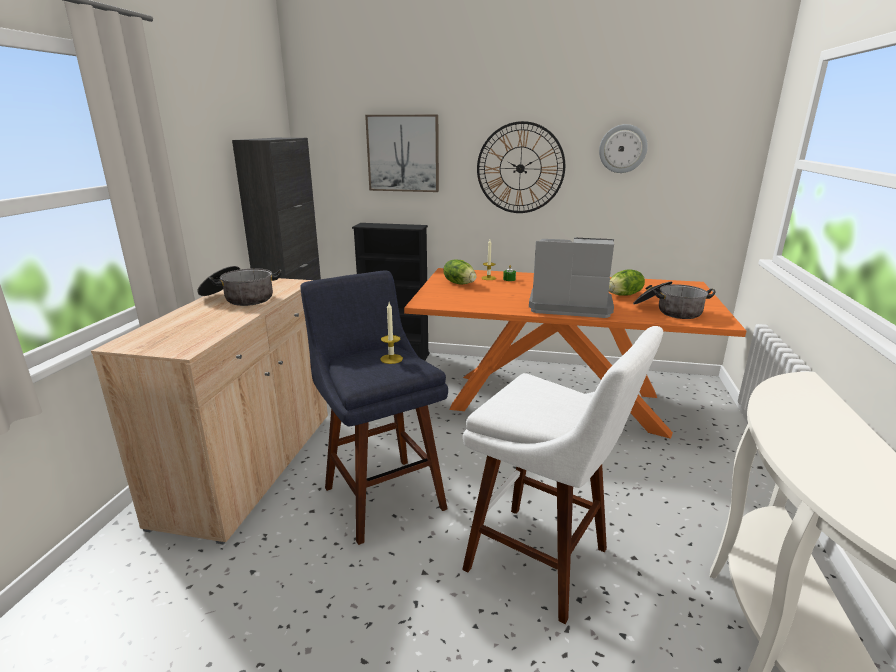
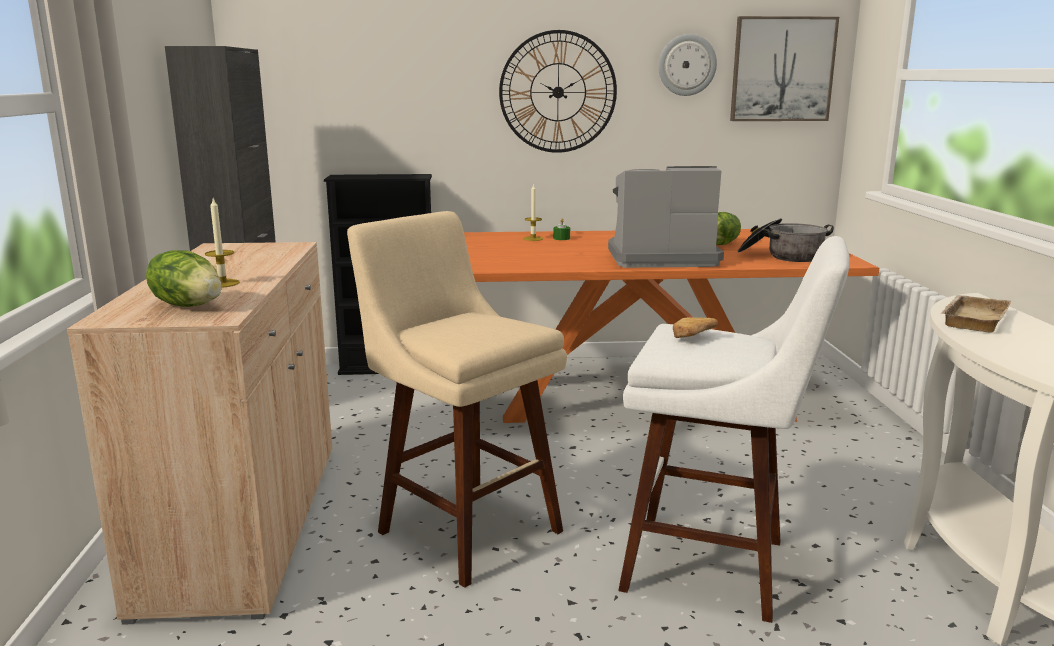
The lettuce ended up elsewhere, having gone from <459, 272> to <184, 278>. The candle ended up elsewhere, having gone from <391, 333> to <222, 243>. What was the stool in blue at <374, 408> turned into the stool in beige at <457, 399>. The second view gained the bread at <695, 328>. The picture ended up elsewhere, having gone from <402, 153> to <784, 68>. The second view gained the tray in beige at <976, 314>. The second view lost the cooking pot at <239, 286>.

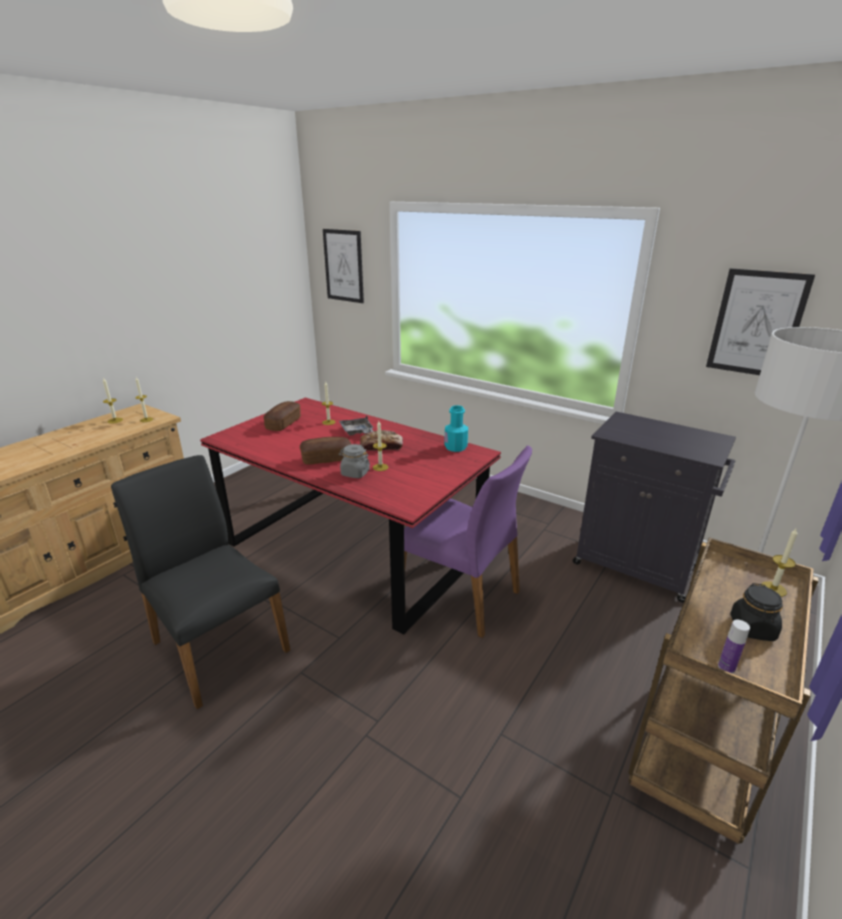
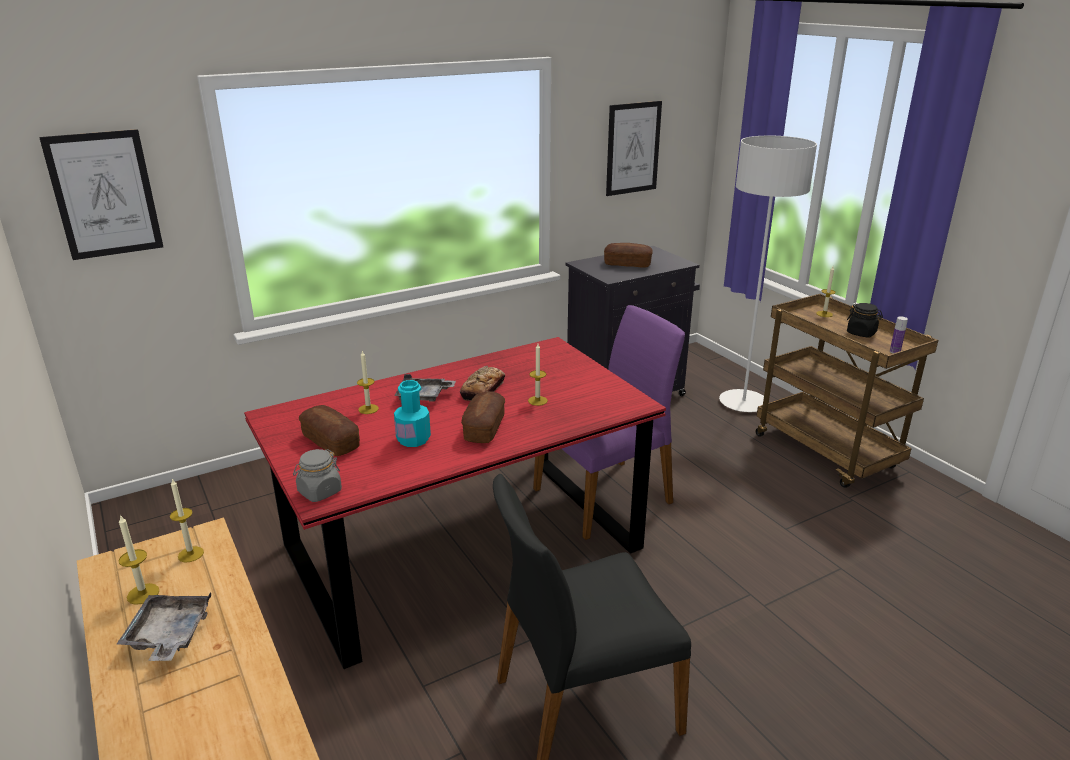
The second view gained the tray in grey at <163, 627>. The jar in grey ended up elsewhere, having gone from <354, 461> to <317, 475>. The bottle in turquoise ended up elsewhere, having gone from <456, 428> to <412, 413>. The second view gained the bread at <628, 255>.

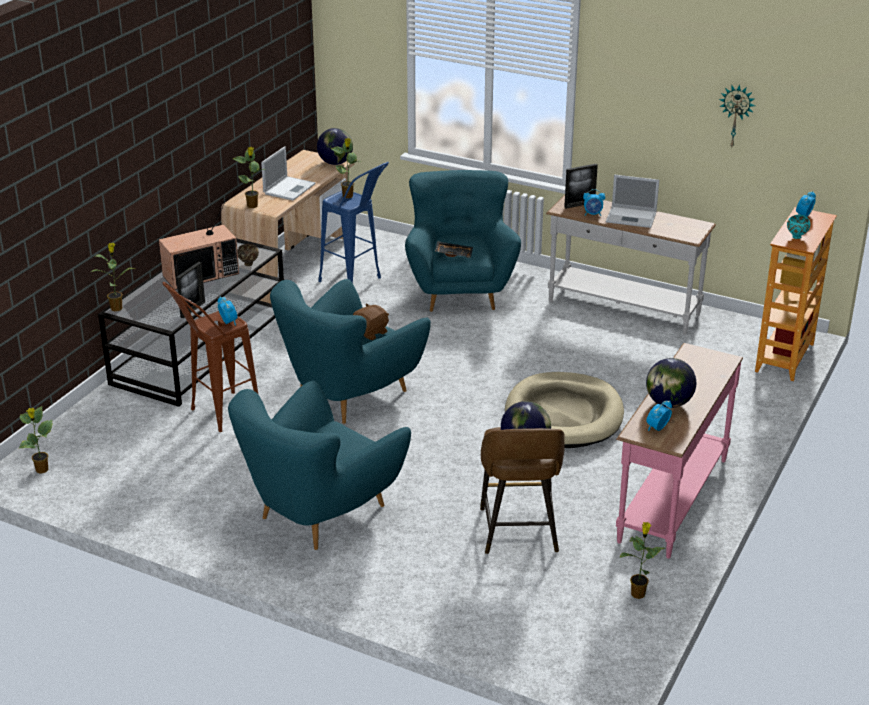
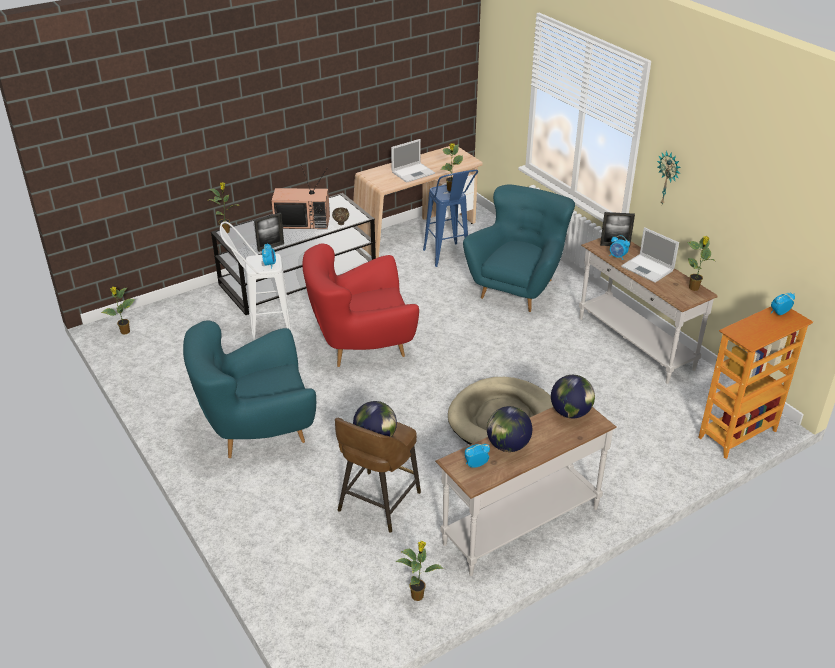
What was the stool in brown at <210, 357> turned into the stool in white at <255, 281>. What was the armchair in turquoise at <350, 351> turned into the armchair in red at <360, 305>. What was the console table in pink at <679, 451> turned into the console table in white at <526, 491>. The globe ended up elsewhere, having gone from <335, 146> to <573, 396>. The wall clock ended up elsewhere, having gone from <737, 115> to <669, 177>. The potted plant ended up elsewhere, having gone from <249, 177> to <701, 263>. The second view lost the plush toy in brown at <371, 321>. The second view lost the tray in black at <454, 249>. The second view lost the bowl in turquoise at <799, 227>.

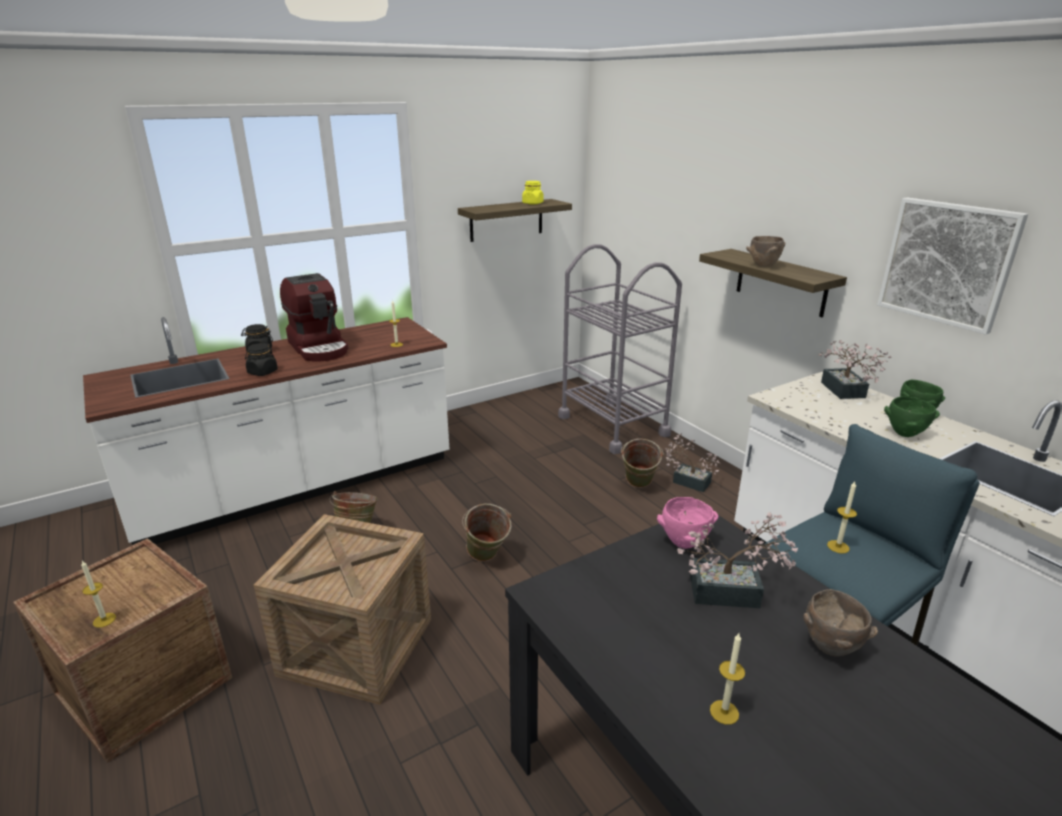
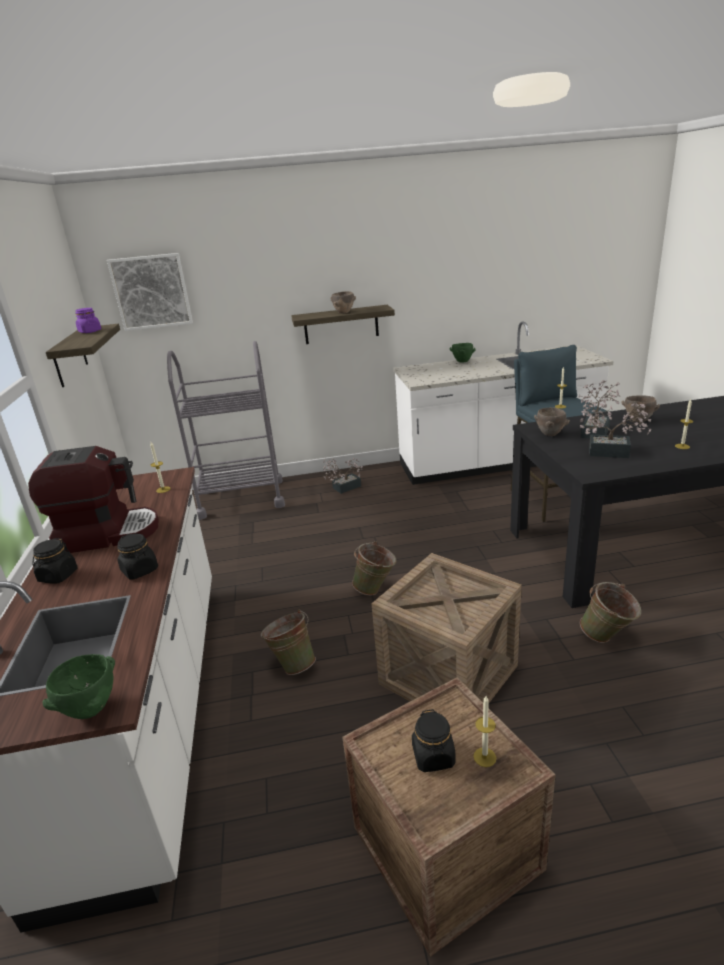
The bowl in green ended up elsewhere, having gone from <912, 416> to <78, 686>. What was the jar in yellow at <533, 192> turned into the jar in purple at <88, 320>. The picture ended up elsewhere, having gone from <952, 266> to <150, 292>. The second view gained the jar in black at <434, 740>. What was the bowl in pink at <687, 523> turned into the bowl in brown at <552, 421>. The potted plant ended up elsewhere, having gone from <855, 369> to <615, 430>. The bucket in green ended up elsewhere, having gone from <642, 463> to <610, 612>.

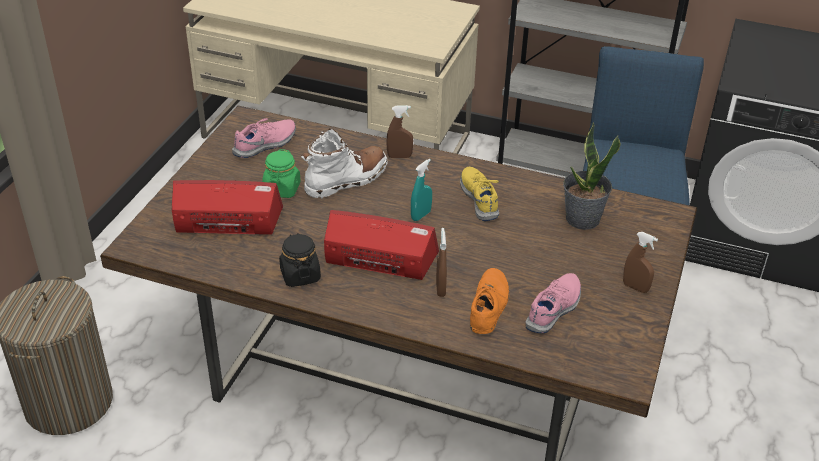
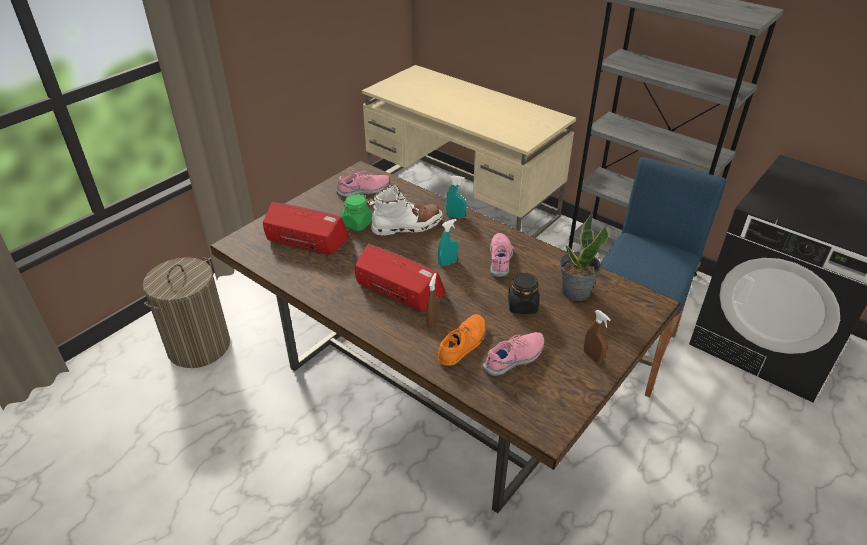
What was the spray bottle in brown at <399, 131> turned into the spray bottle in turquoise at <456, 196>. What was the shoe in yellow at <479, 194> turned into the shoe in pink at <502, 255>. The jar in black ended up elsewhere, having gone from <300, 260> to <523, 293>.

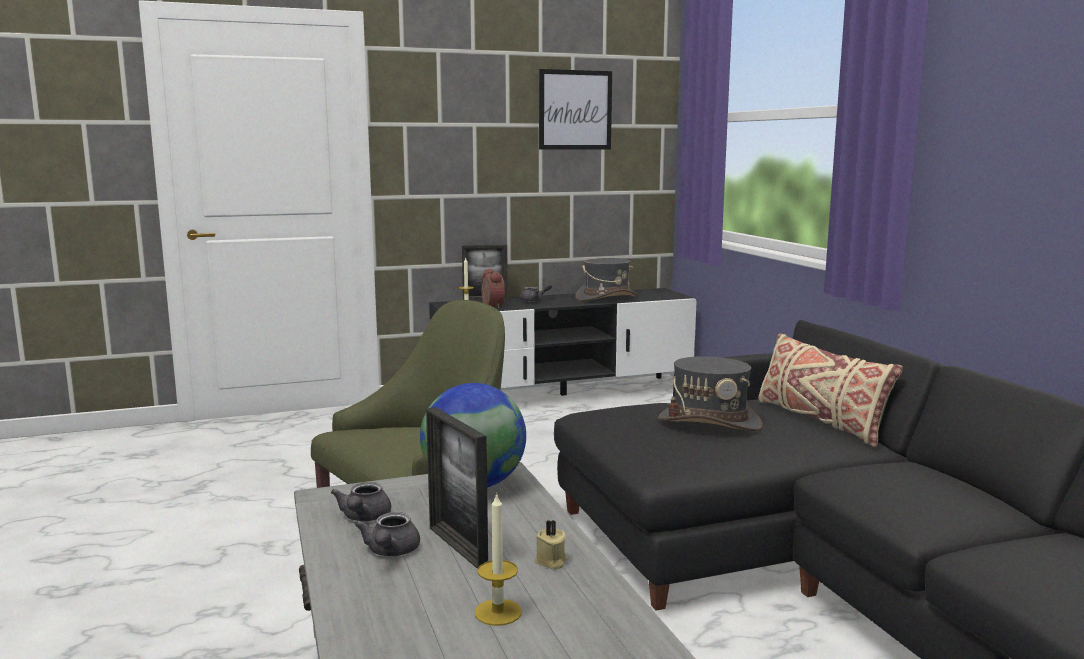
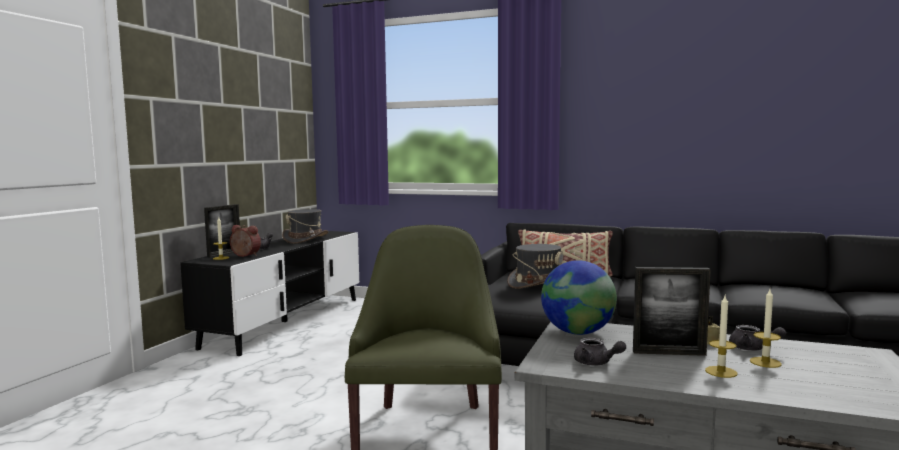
The second view gained the candle at <721, 337>. The teapot in grey ended up elsewhere, having gone from <387, 534> to <757, 338>. The second view lost the picture at <575, 109>.

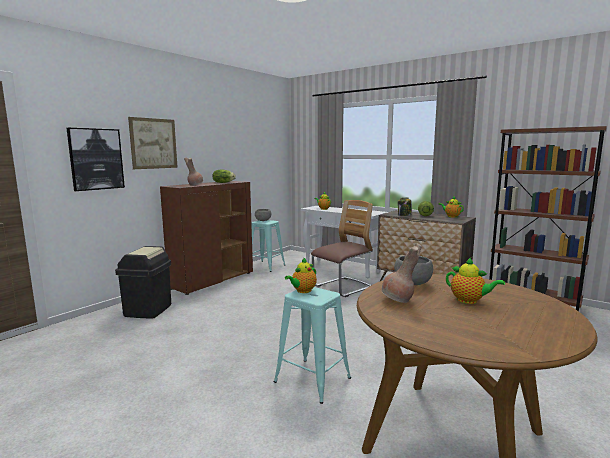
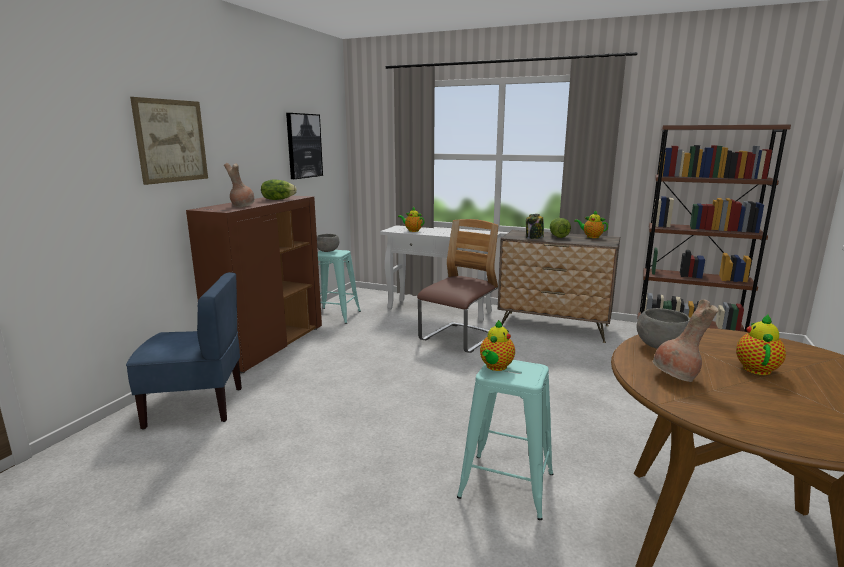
Where the trash can in black stood at <143, 282>, the chair in blue came to stand at <184, 350>. The picture ended up elsewhere, having gone from <96, 159> to <304, 146>. The teapot at <475, 280> ended up facing another way, 90 degrees counterclockwise from before.

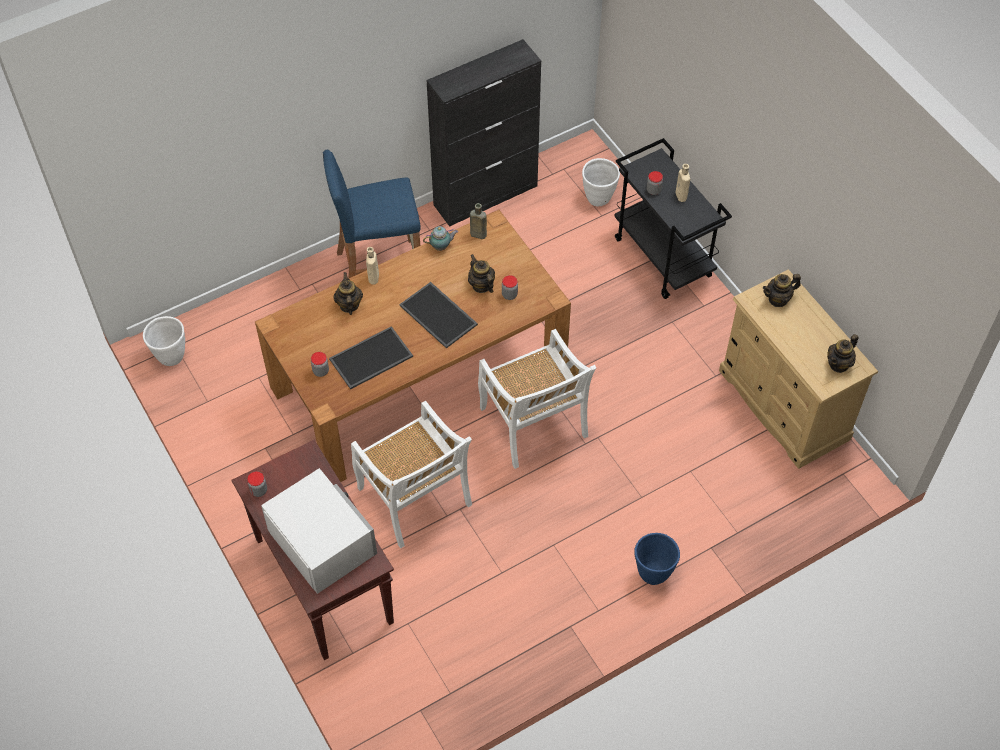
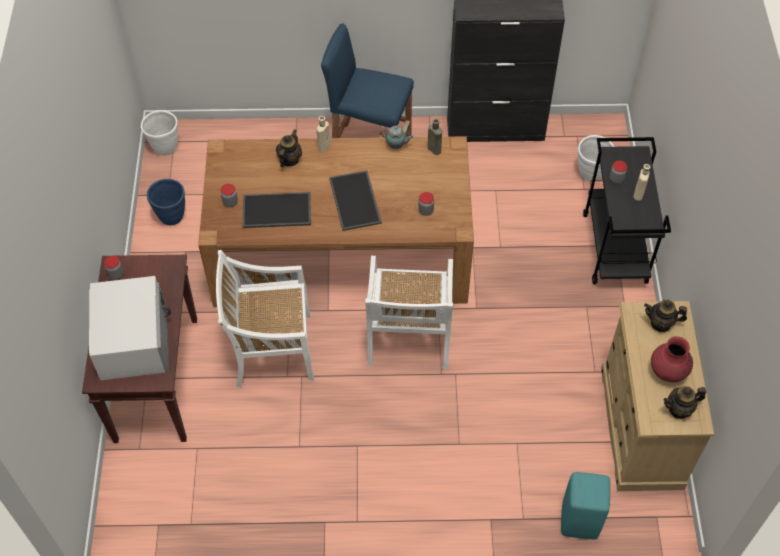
The planter in blue ended up elsewhere, having gone from <657, 559> to <166, 202>. The chair in white at <411, 474> ended up facing another way, 90 degrees clockwise from before. The second view gained the stool in turquoise at <585, 505>. The second view gained the vase in red at <672, 359>. The second view lost the teapot at <481, 273>.

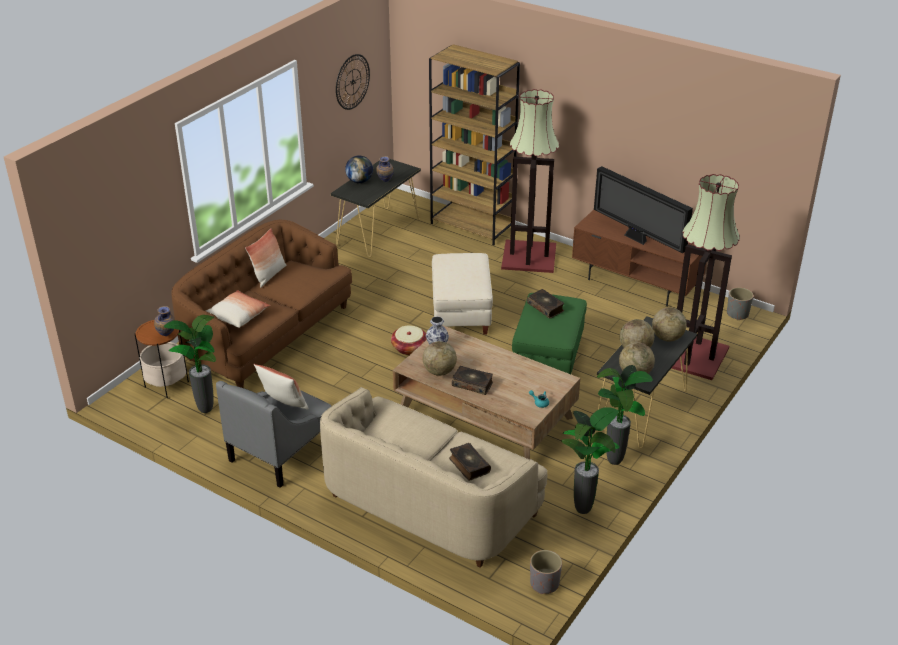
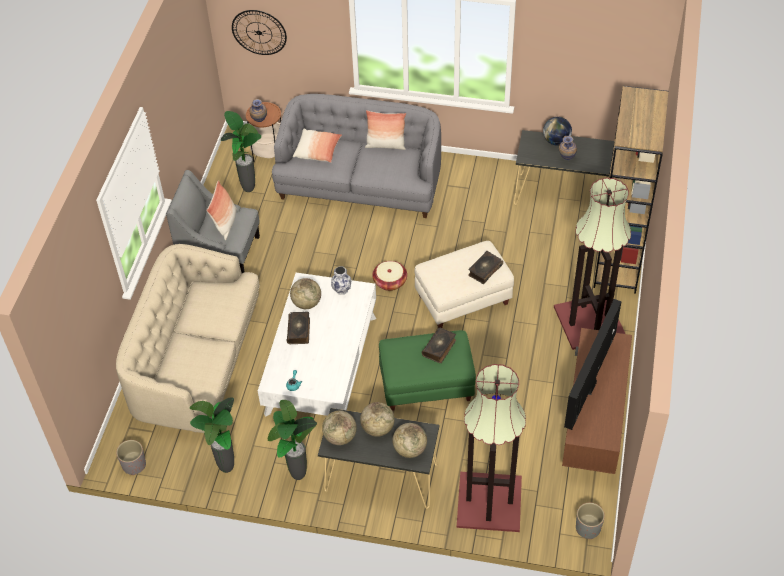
The wall clock ended up elsewhere, having gone from <353, 82> to <259, 32>. What was the coffee table in brown at <486, 392> turned into the coffee table in white at <317, 345>. What was the sofa in brown at <261, 304> turned into the sofa in grey at <356, 156>. The book ended up elsewhere, having gone from <470, 462> to <485, 267>.

